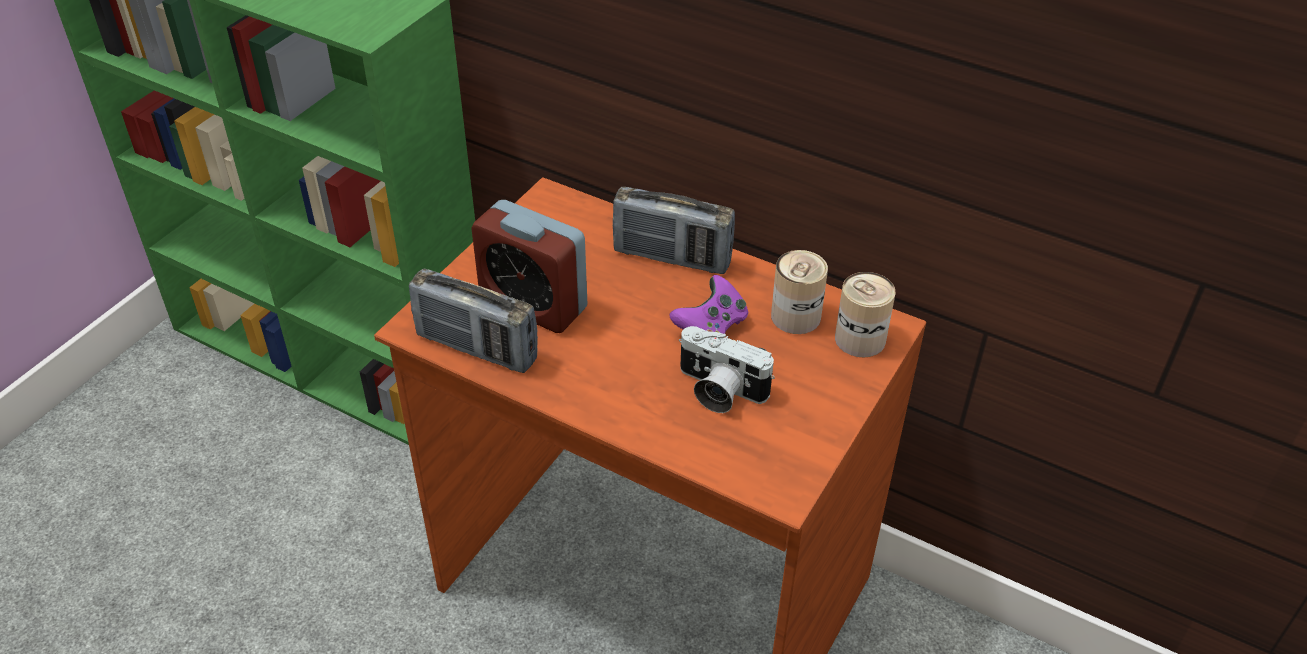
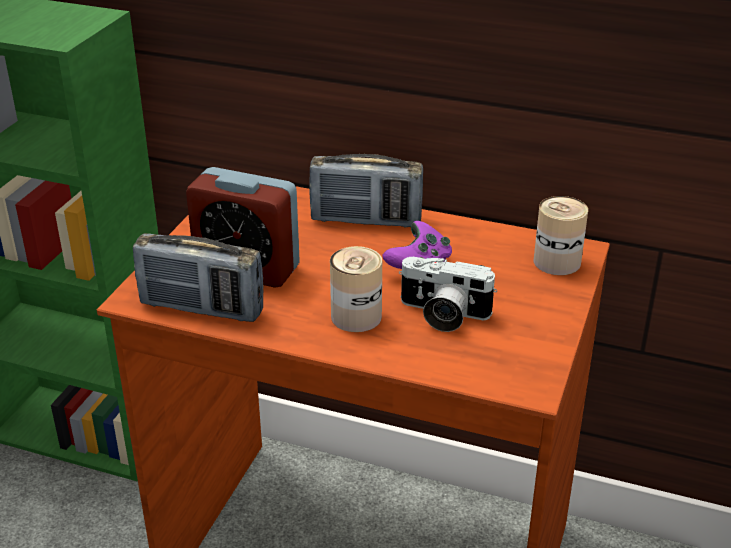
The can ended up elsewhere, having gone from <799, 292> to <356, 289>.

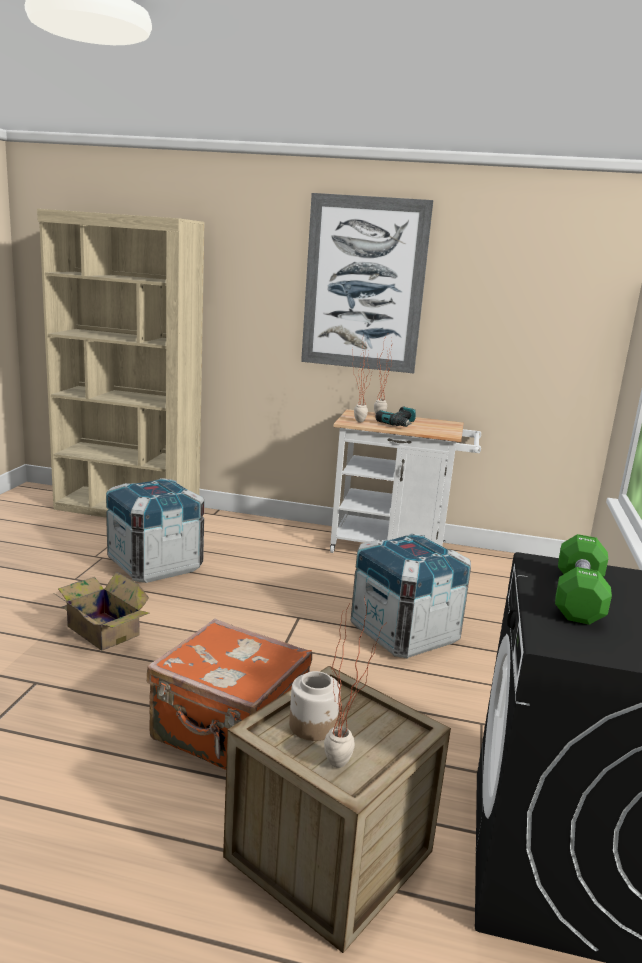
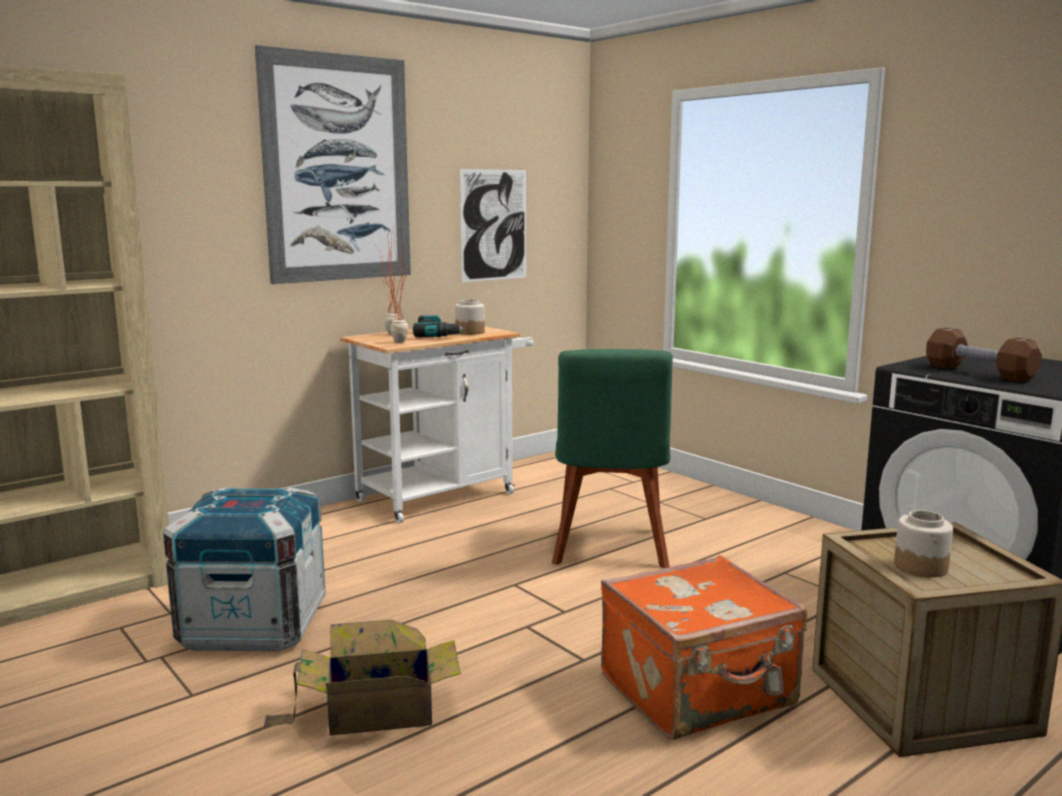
The second view gained the jar at <470, 317>. The second view gained the picture at <493, 225>. Where the crate stood at <411, 596>, the chair in green came to stand at <612, 458>. What was the dumbbell in green at <583, 579> turned into the dumbbell in brown at <984, 355>. The second view lost the potted plant at <354, 682>.

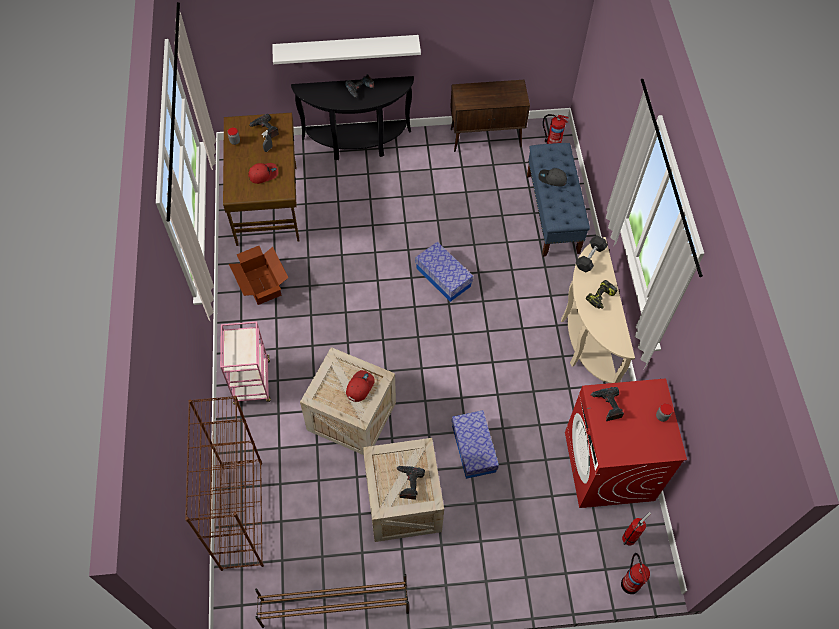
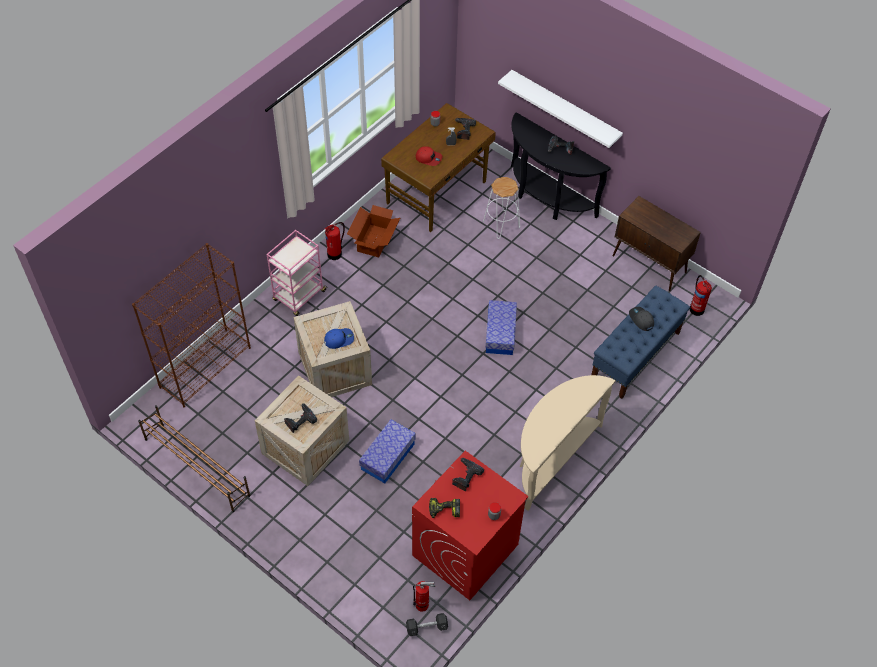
What was the cap in red at <360, 386> turned into the cap in blue at <339, 338>. The fire extinguisher ended up elsewhere, having gone from <635, 573> to <335, 241>. The dumbbell in grey ended up elsewhere, having gone from <592, 253> to <427, 624>. The power drill ended up elsewhere, having gone from <602, 294> to <444, 508>. The second view gained the stool in white at <501, 208>.

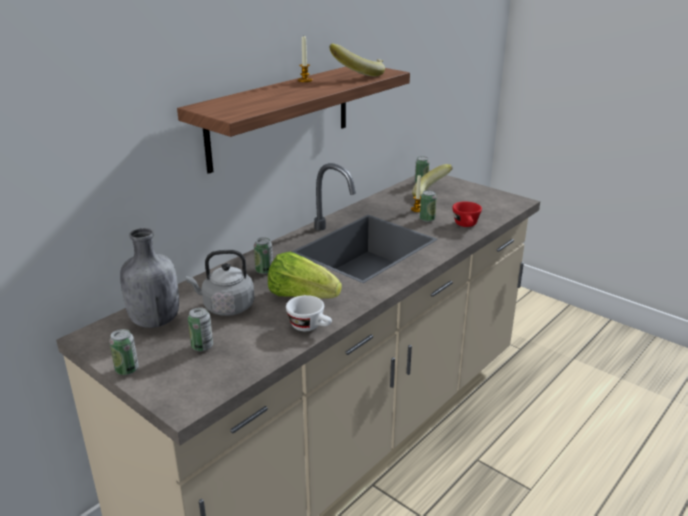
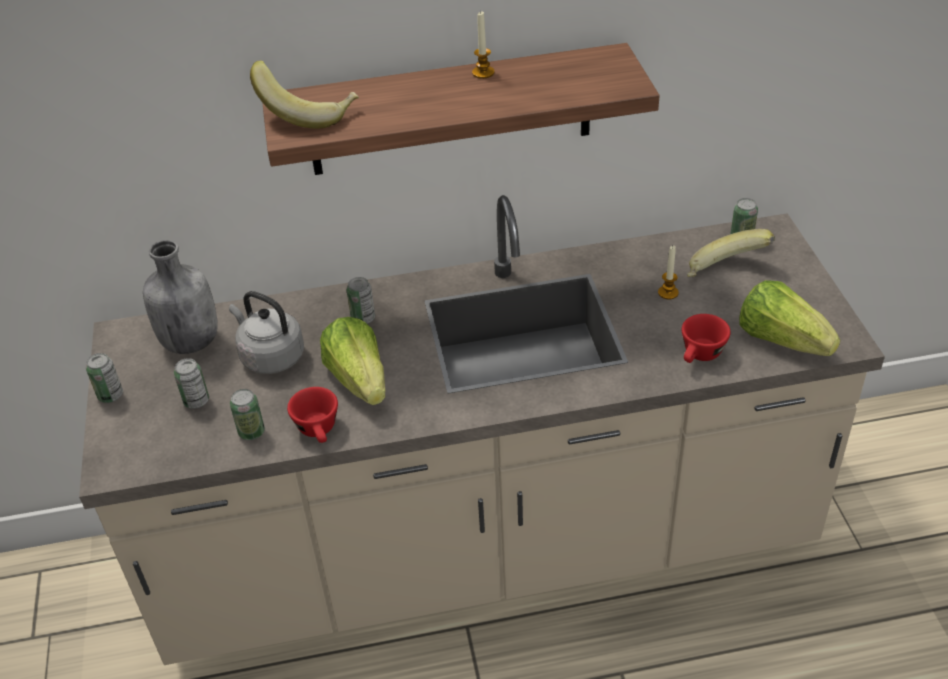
The can ended up elsewhere, having gone from <428, 206> to <247, 414>. The banana ended up elsewhere, having gone from <357, 60> to <304, 94>. What was the cup in white at <309, 313> turned into the cup in red at <312, 415>. The second view gained the lettuce at <790, 318>.

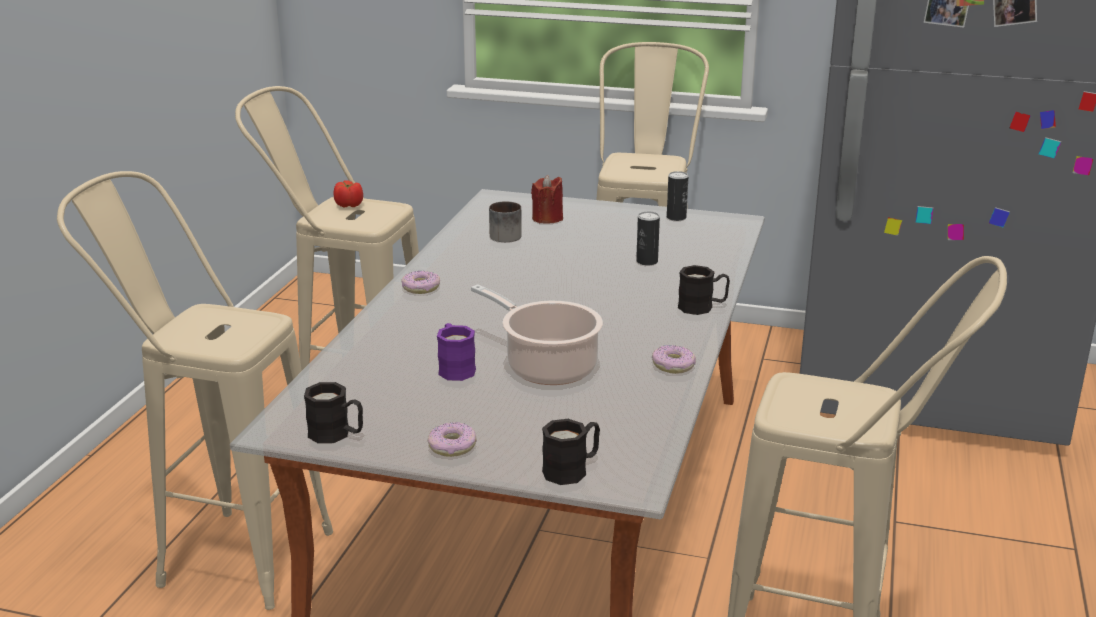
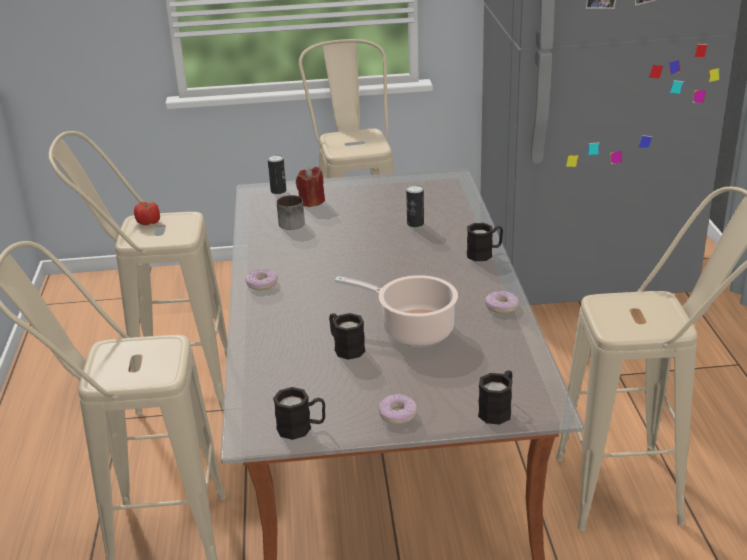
The can ended up elsewhere, having gone from <678, 196> to <277, 174>. What was the mug in purple at <456, 352> turned into the mug in black at <347, 336>.

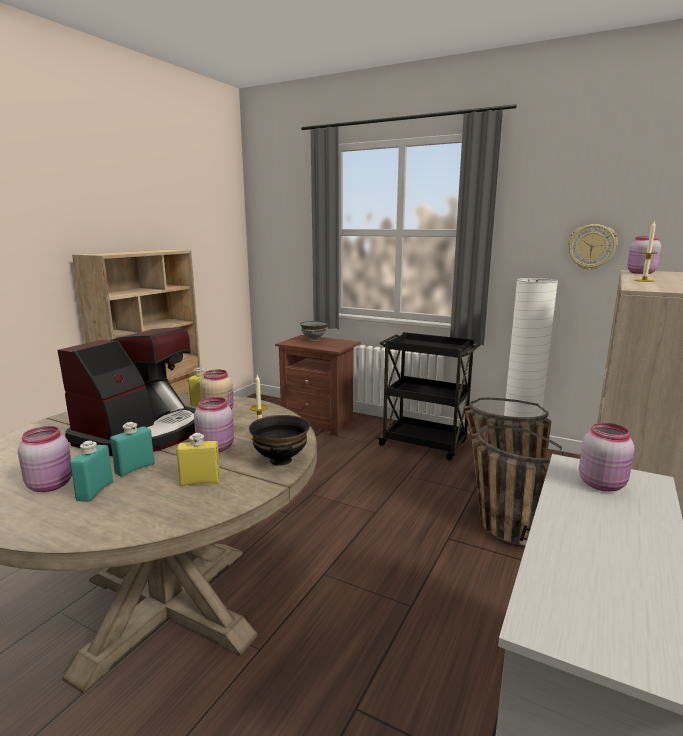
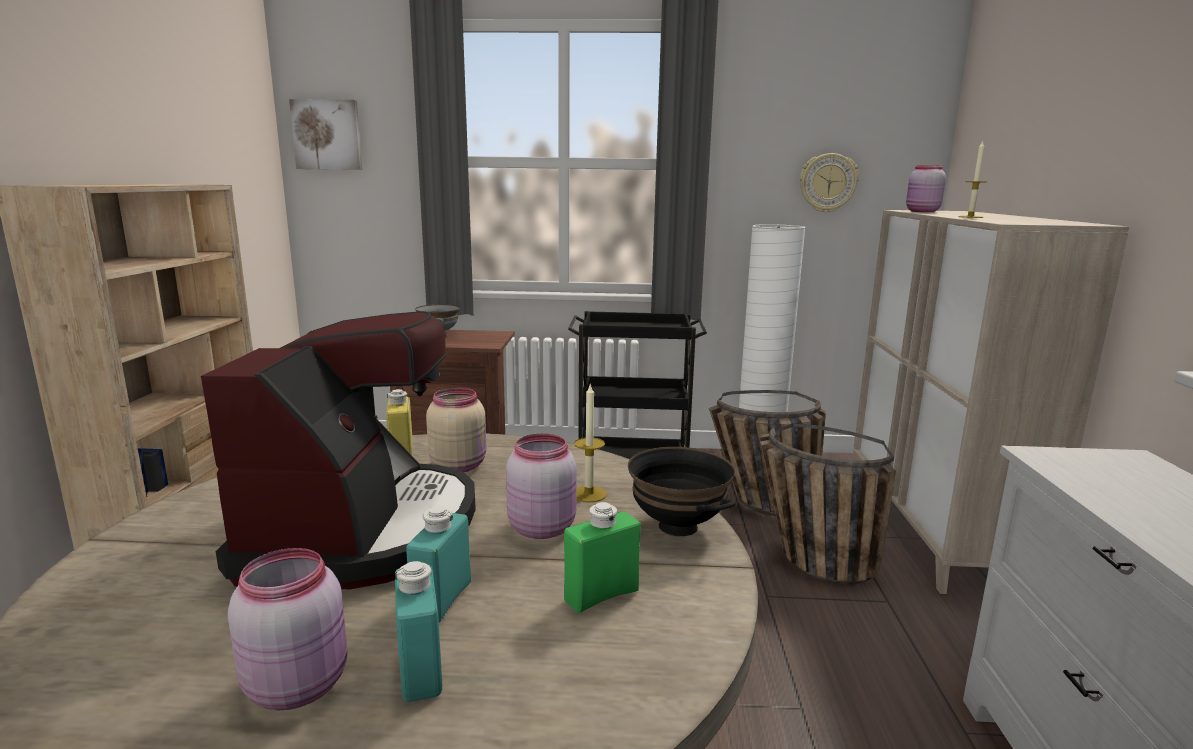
The second view gained the picture at <325, 134>. What was the bottle in yellow at <198, 459> turned into the bottle in green at <602, 557>. The second view lost the jar in pink at <606, 457>.

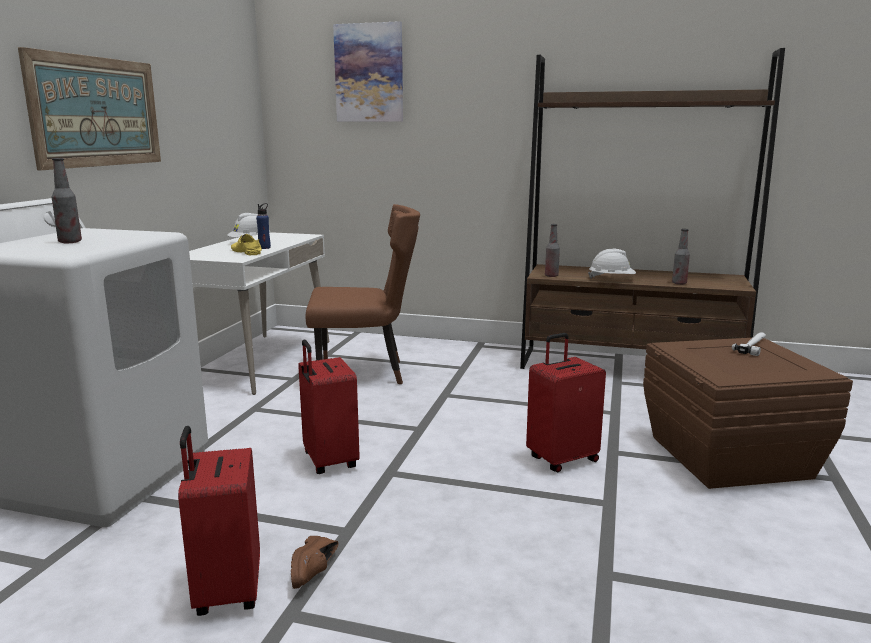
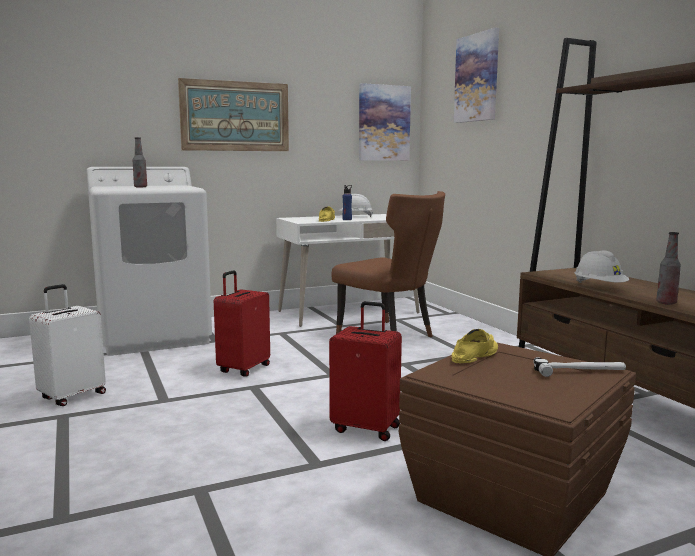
What was the suitcase in red at <219, 521> turned into the suitcase in white at <67, 345>. The second view gained the picture at <385, 122>. The second view gained the shoe in yellow at <474, 346>. The second view lost the shoe in brown at <314, 562>. The second view lost the bottle at <552, 250>.

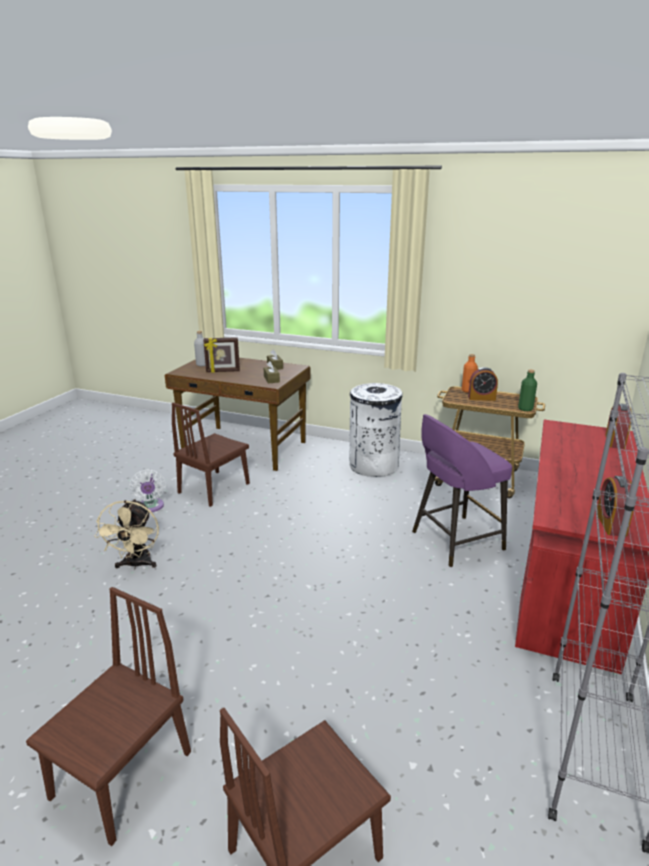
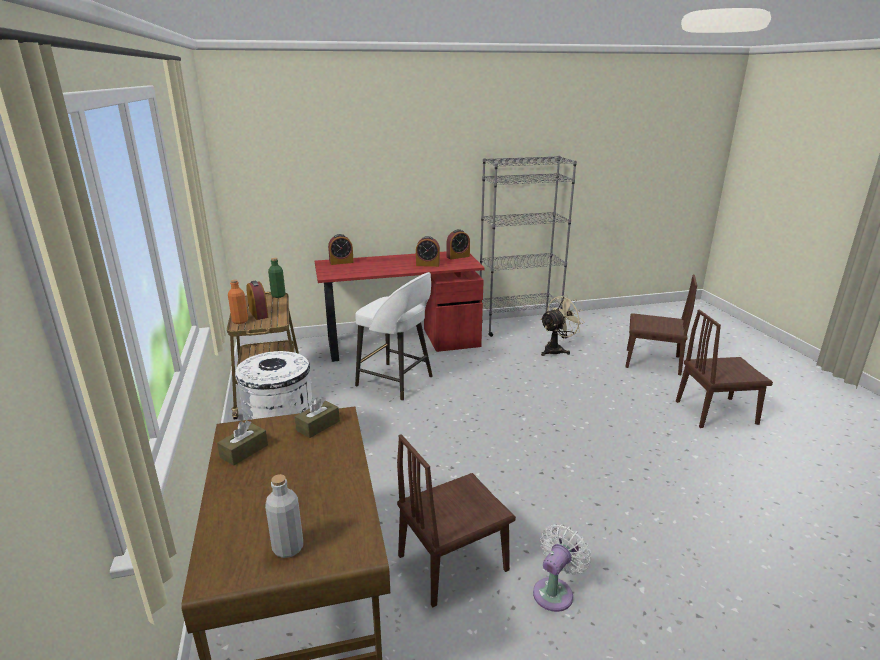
What was the stool in purple at <462, 490> turned into the stool in white at <394, 336>. The chair in brown at <211, 455> ended up facing another way, 150 degrees clockwise from before. The second view gained the alarm clock at <428, 251>. The fan in beige ended up elsewhere, having gone from <126, 534> to <562, 325>. The second view lost the picture frame at <221, 355>.

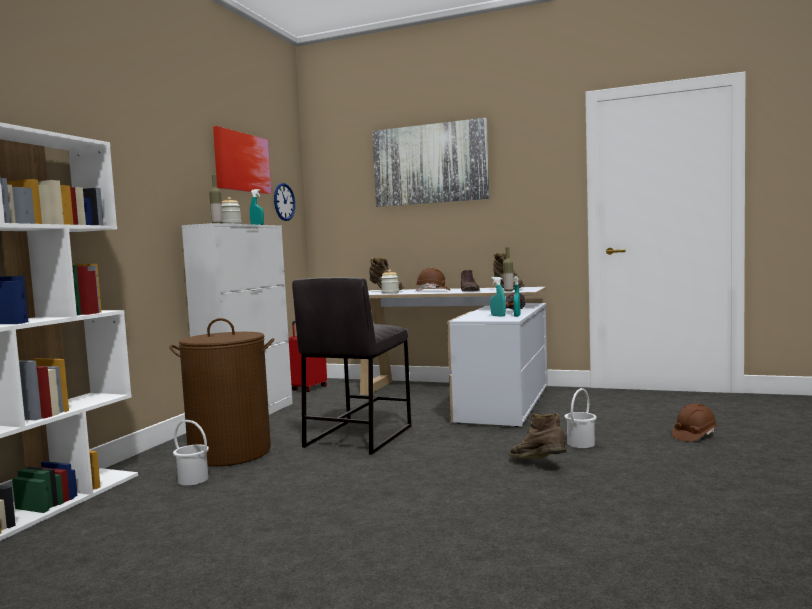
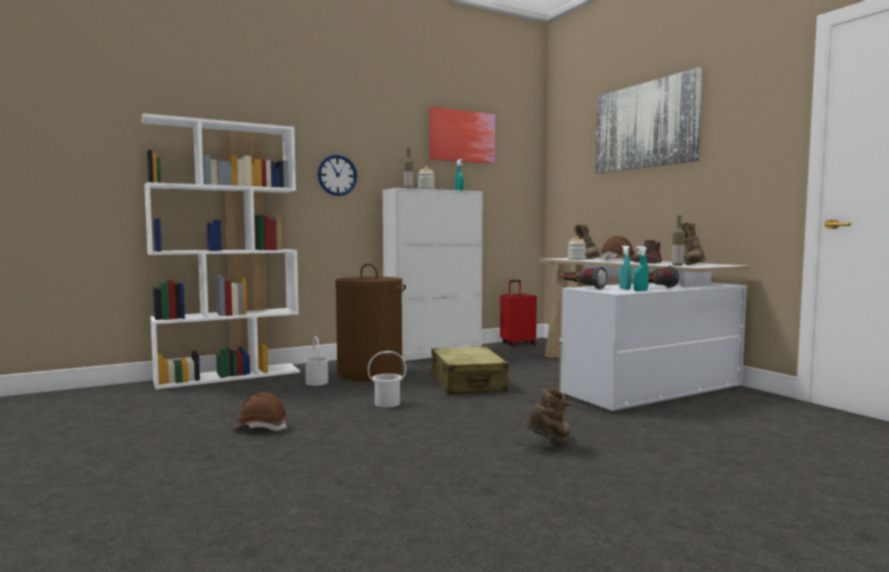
The hard hat in brown ended up elsewhere, having gone from <695, 422> to <260, 412>. The wall clock ended up elsewhere, having gone from <284, 202> to <337, 175>. The bucket in white ended up elsewhere, having gone from <581, 418> to <387, 379>. Where the stool in grey stood at <351, 366>, the suitcase in beige came to stand at <470, 370>. The boot in brown at <538, 436> ended up facing another way, 45 degrees clockwise from before. The second view gained the flashlight at <583, 277>.

